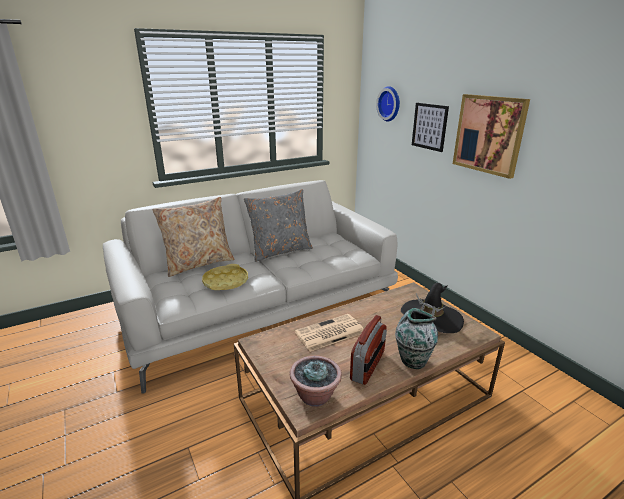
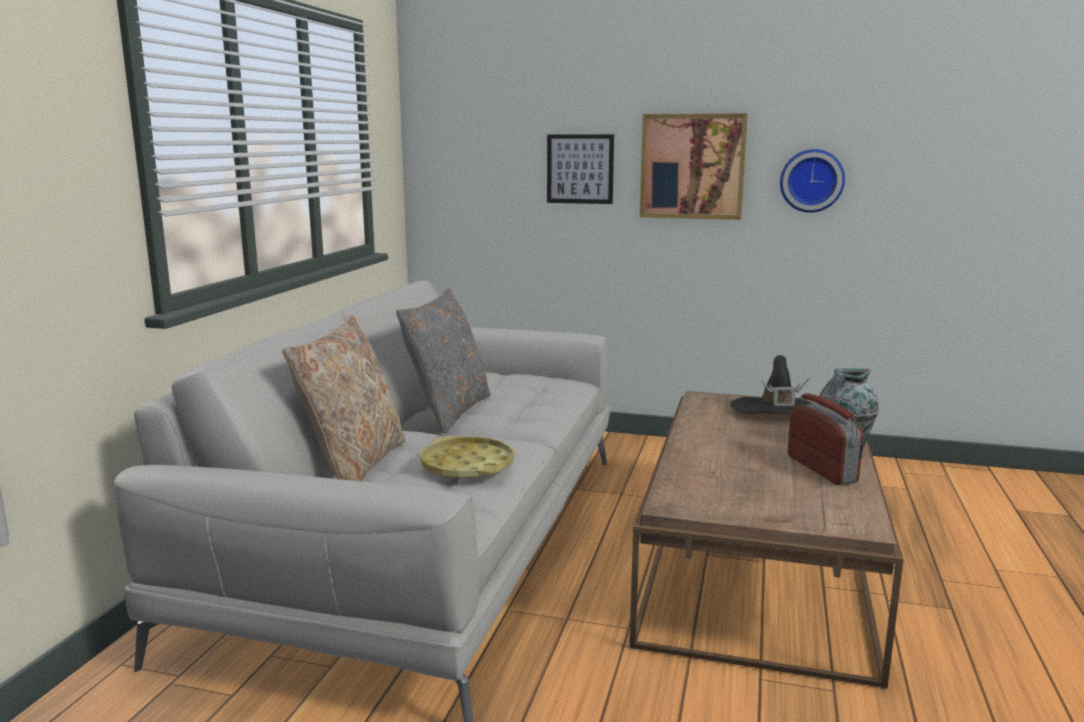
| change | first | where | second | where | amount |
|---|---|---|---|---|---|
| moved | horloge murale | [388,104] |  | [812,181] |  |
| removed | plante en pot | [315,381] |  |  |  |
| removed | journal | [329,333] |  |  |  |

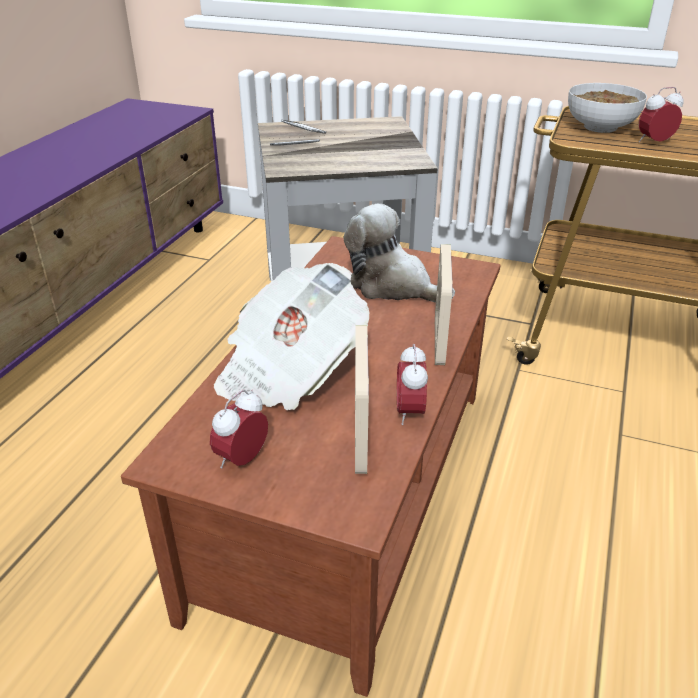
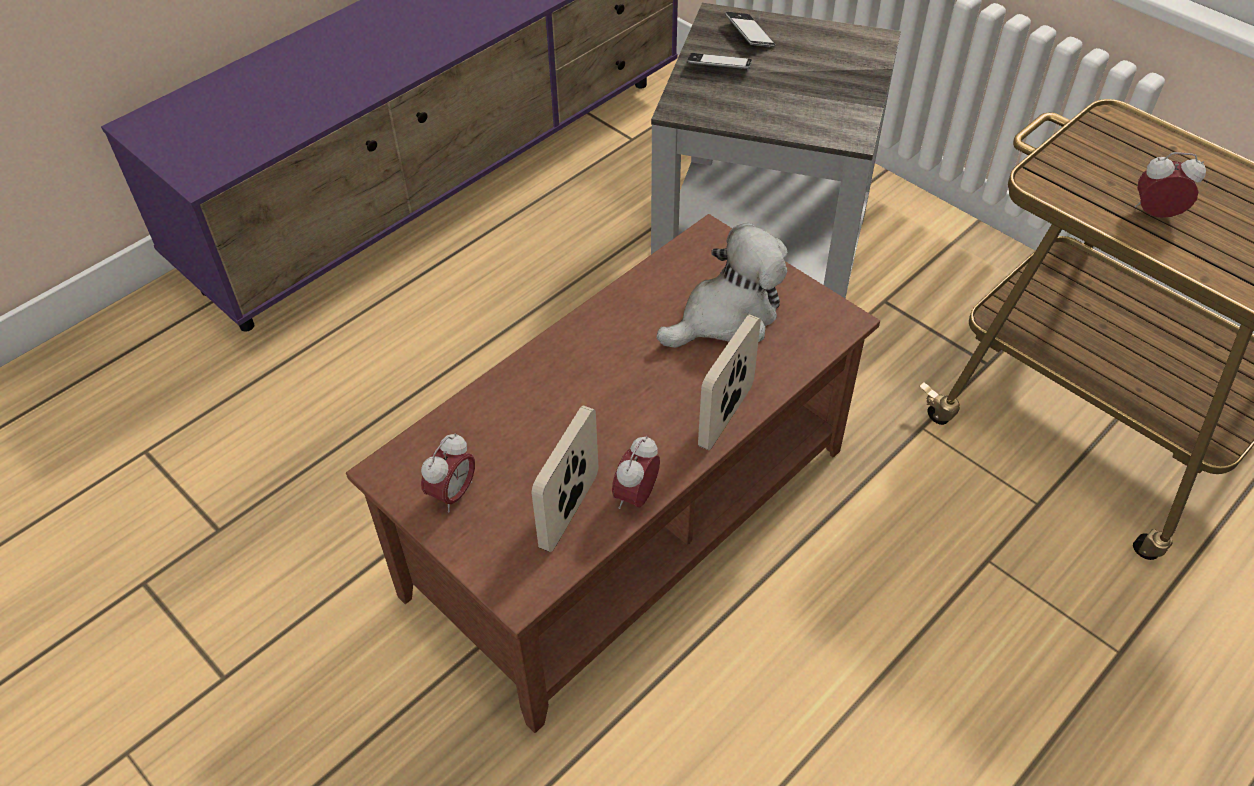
| change | first | where | second | where | amount |
|---|---|---|---|---|---|
| turned | réveil | [239,428] |  | [448,472] | 150 degrees clockwise |
| turned | peluche | [399,252] |  | [722,285] | 90 degrees clockwise |
| removed | journal | [291,336] |  |  |  |
| removed | bol | [607,108] |  |  |  |

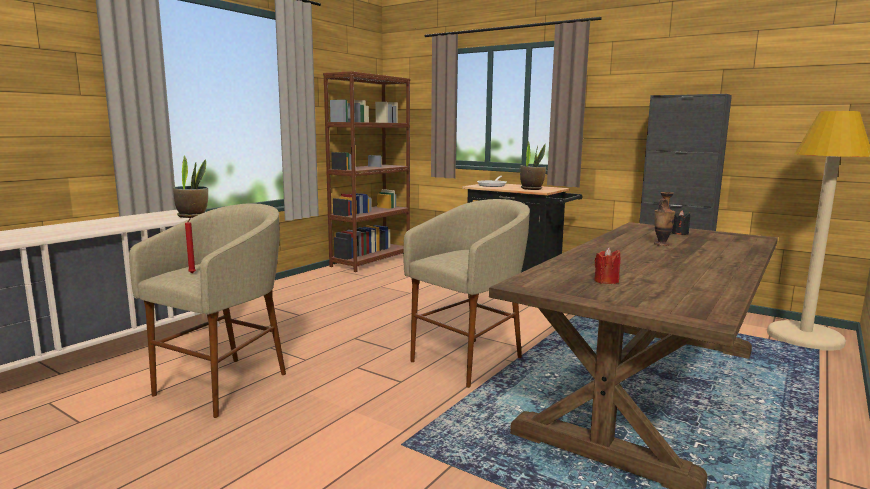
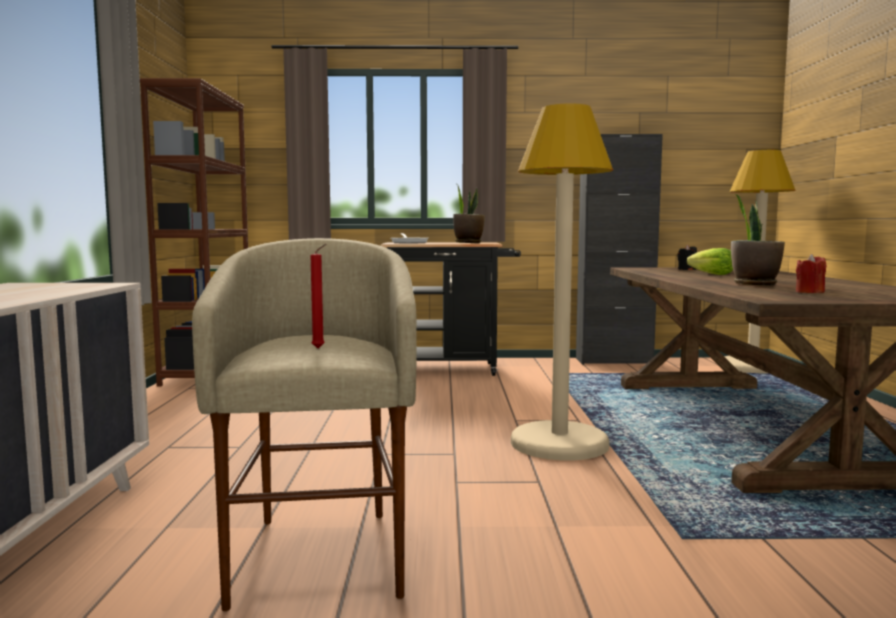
| change | first | where | second | where | amount |
|---|---|---|---|---|---|
| replaced | tabouret (beige) | [467,293] | lampadaire (beige) | [562,281] |  |
| replaced | vase | [664,219] | laitue | [710,261] |  |
| moved | plante en pot | [190,186] |  | [758,239] |  |

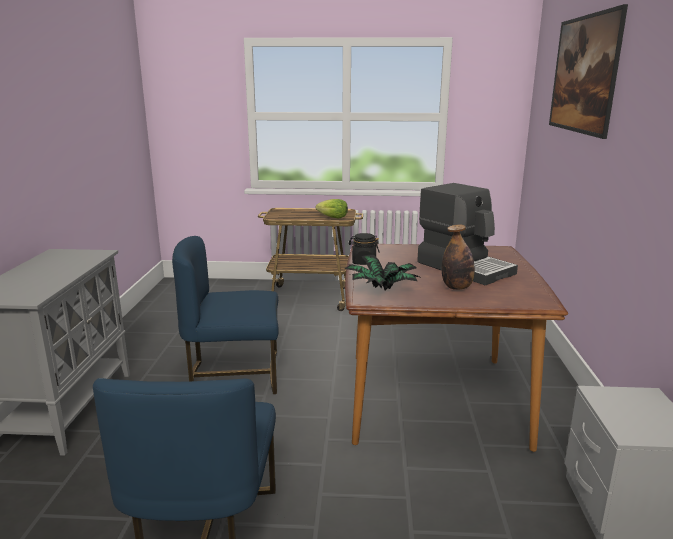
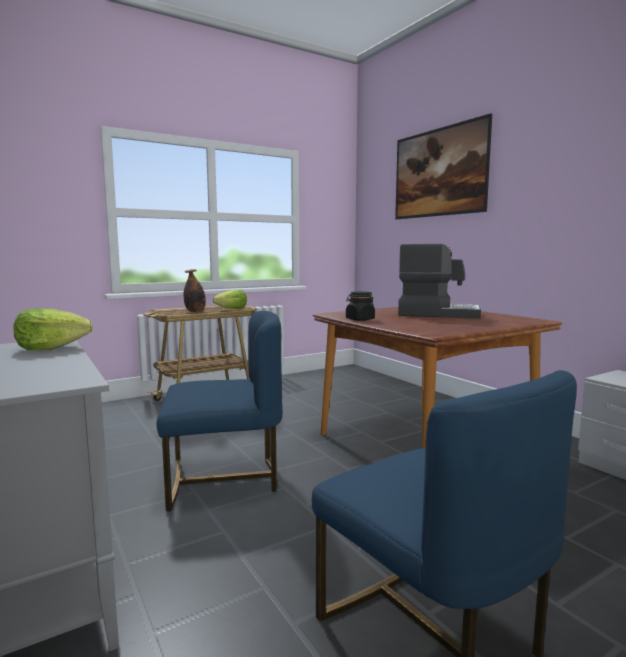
| change | first | where | second | where | amount |
|---|---|---|---|---|---|
| added |  |  | laitue | [53,329] |  |
| turned | chaise (bleu) | [225,315] |  | [220,411] | 150 degrees counterclockwise |
| moved | bouteille | [458,257] |  | [195,290] |  |
| removed | plante en pot | [382,272] |  |  |  |

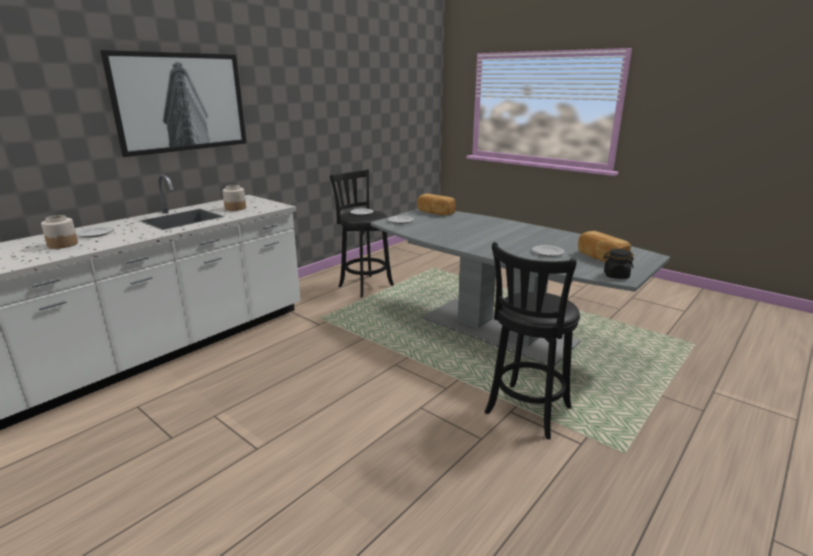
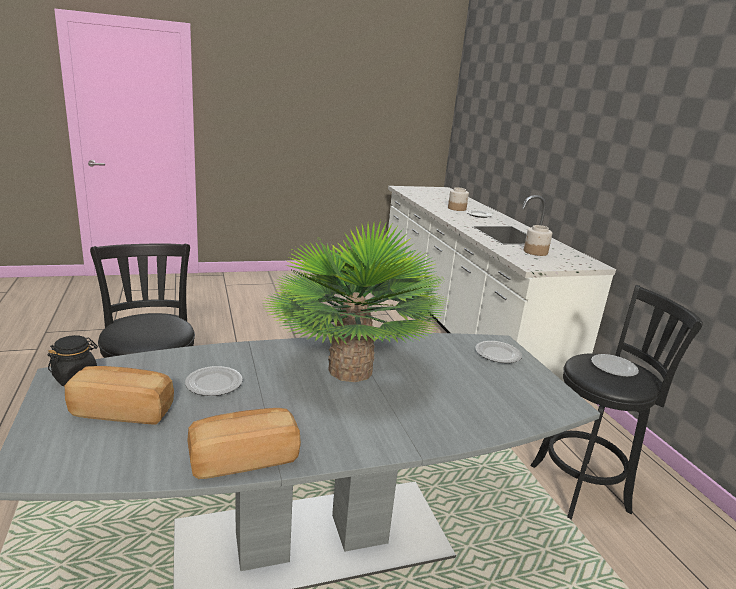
| change | first | where | second | where | amount |
|---|---|---|---|---|---|
| moved | pain | [436,204] |  | [244,443] |  |
| added |  |  | plante en pot | [356,301] |  |
| removed | tableau | [173,103] |  |  |  |

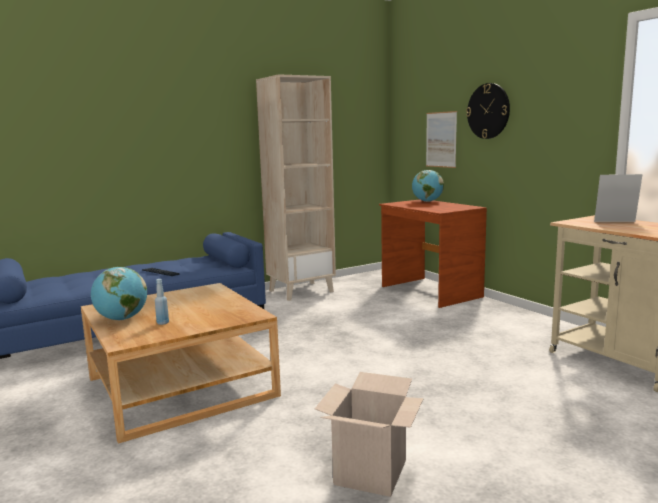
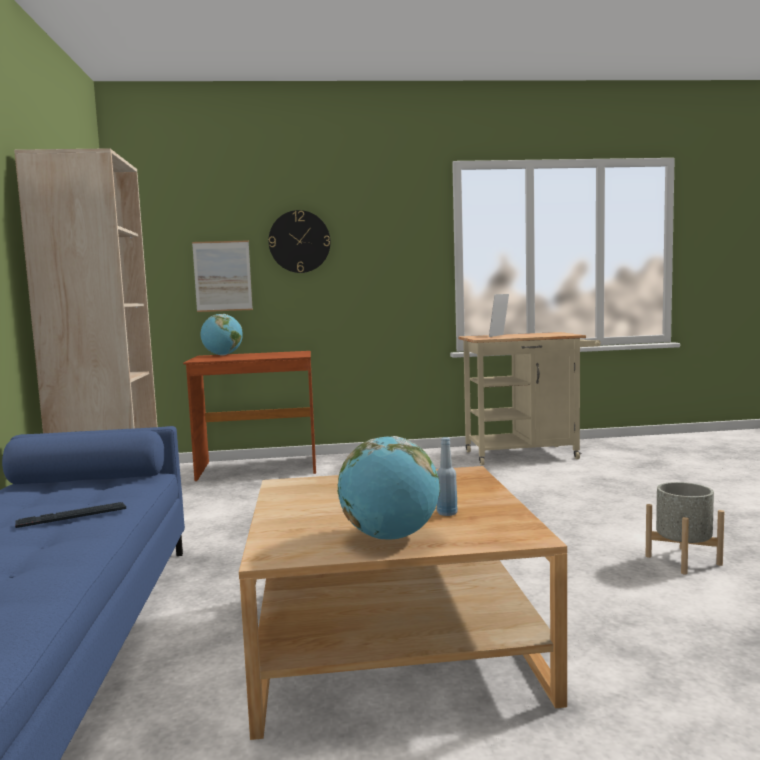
| change | first | where | second | where | amount |
|---|---|---|---|---|---|
| replaced | carton | [369,434] | cache-pot (gris) | [685,528] |  |

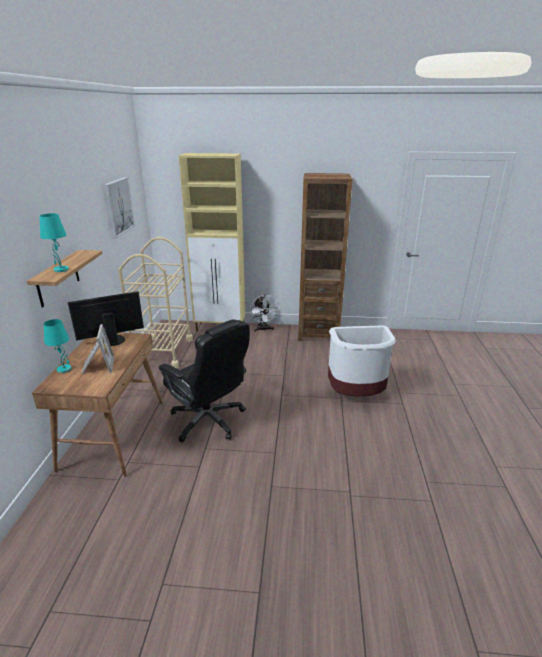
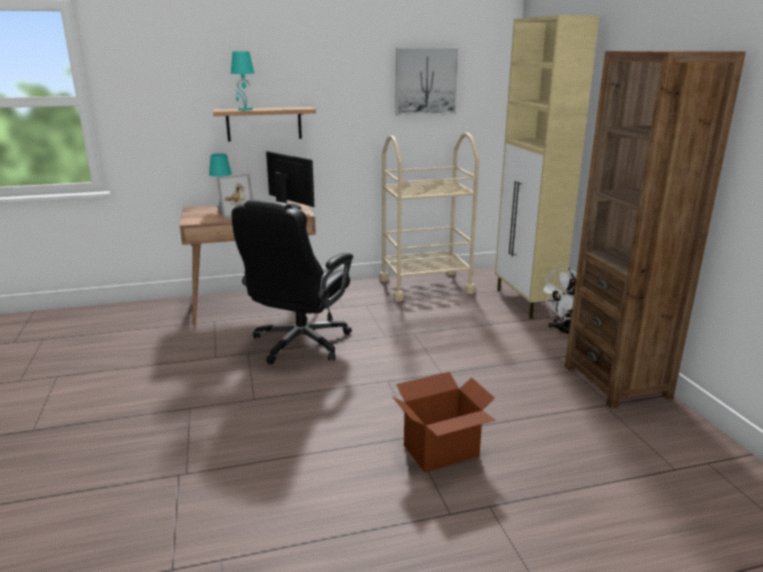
| change | first | where | second | where | amount |
|---|---|---|---|---|---|
| replaced | poubelle (blanc) | [362,361] | carton | [444,422] |  |

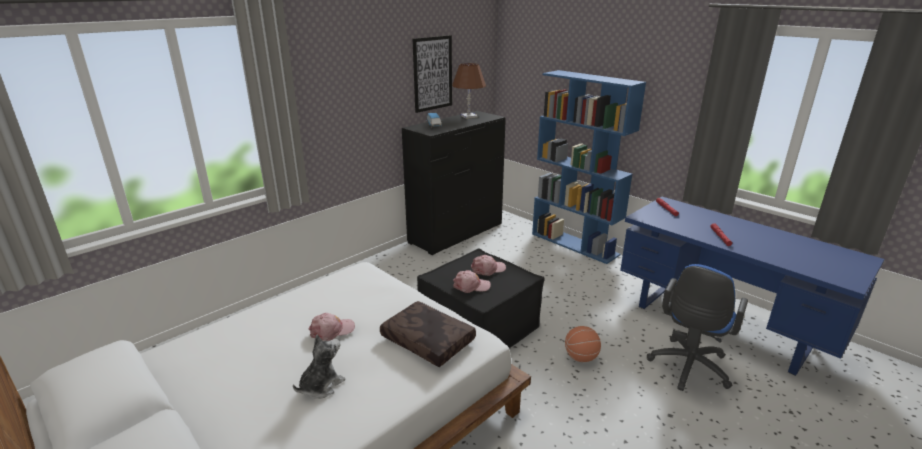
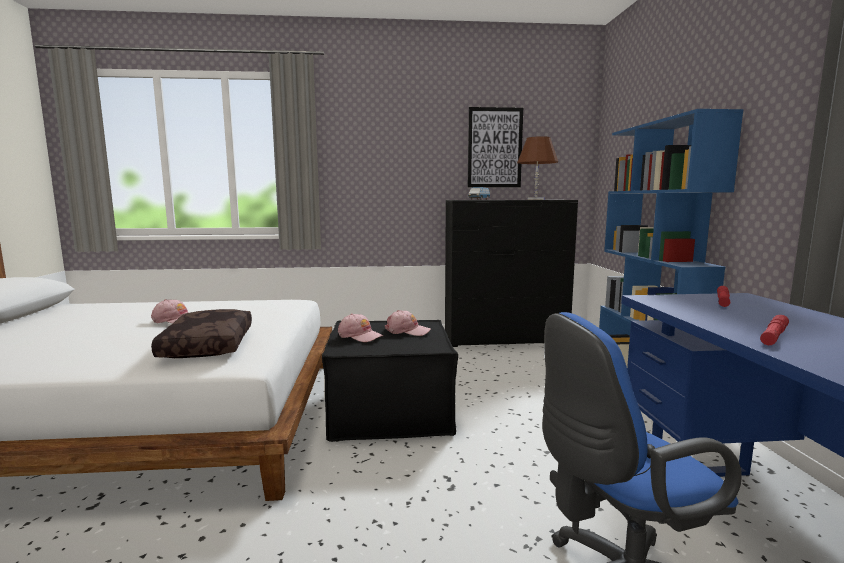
| change | first | where | second | where | amount |
|---|---|---|---|---|---|
| removed | peluche | [319,367] |  |  |  |
| removed | ballon de basket | [583,344] |  |  |  |

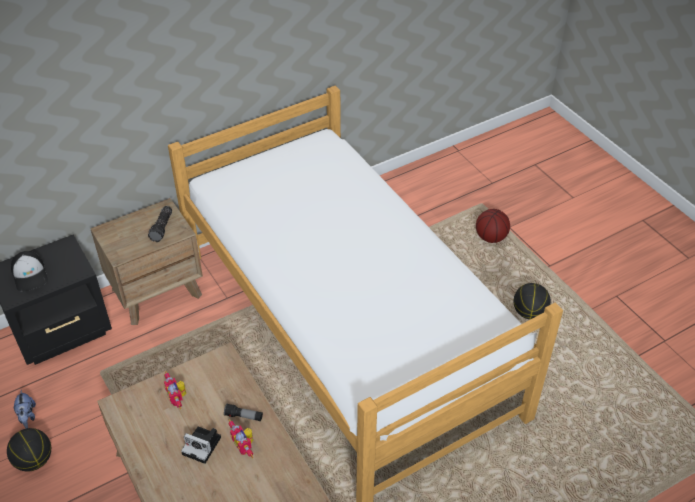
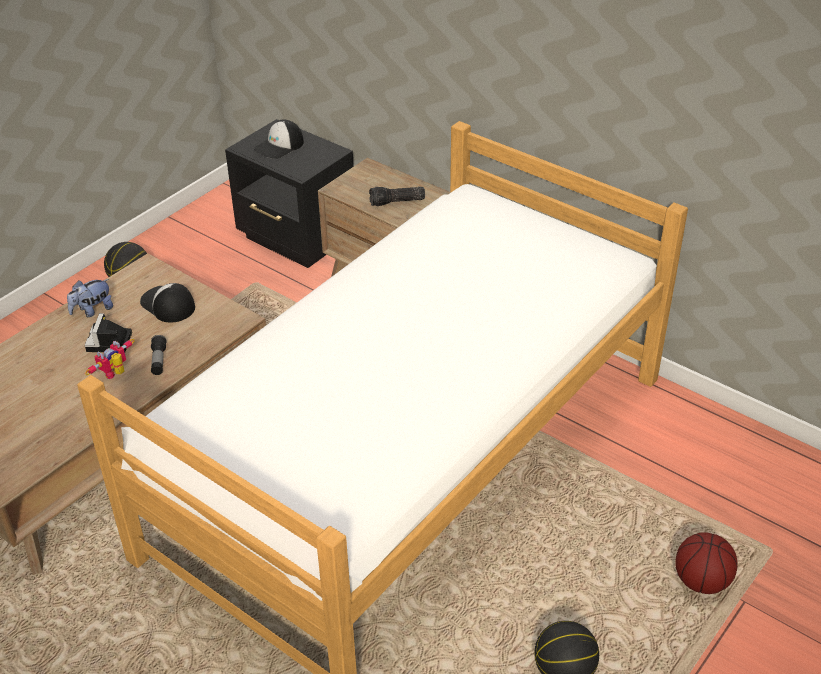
| change | first | where | second | where | amount |
|---|---|---|---|---|---|
| moved | peluche | [24,409] |  | [90,298] |  |
| replaced | robot jouet | [175,390] | casquette | [167,302] |  |

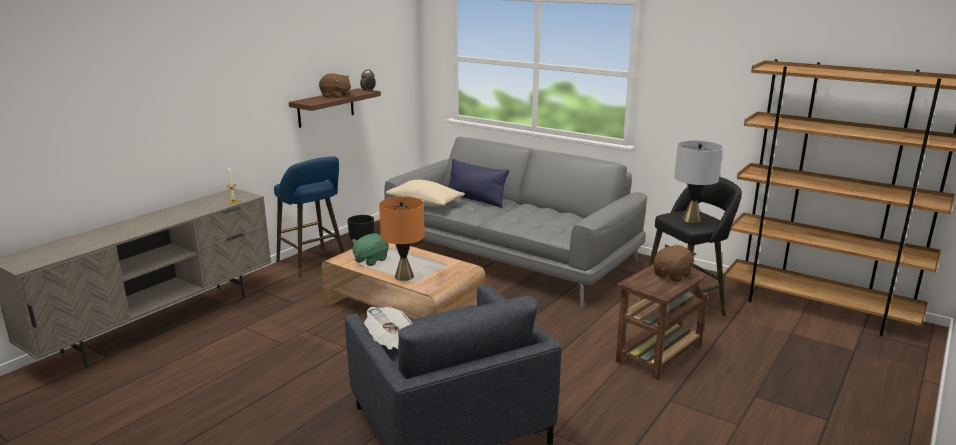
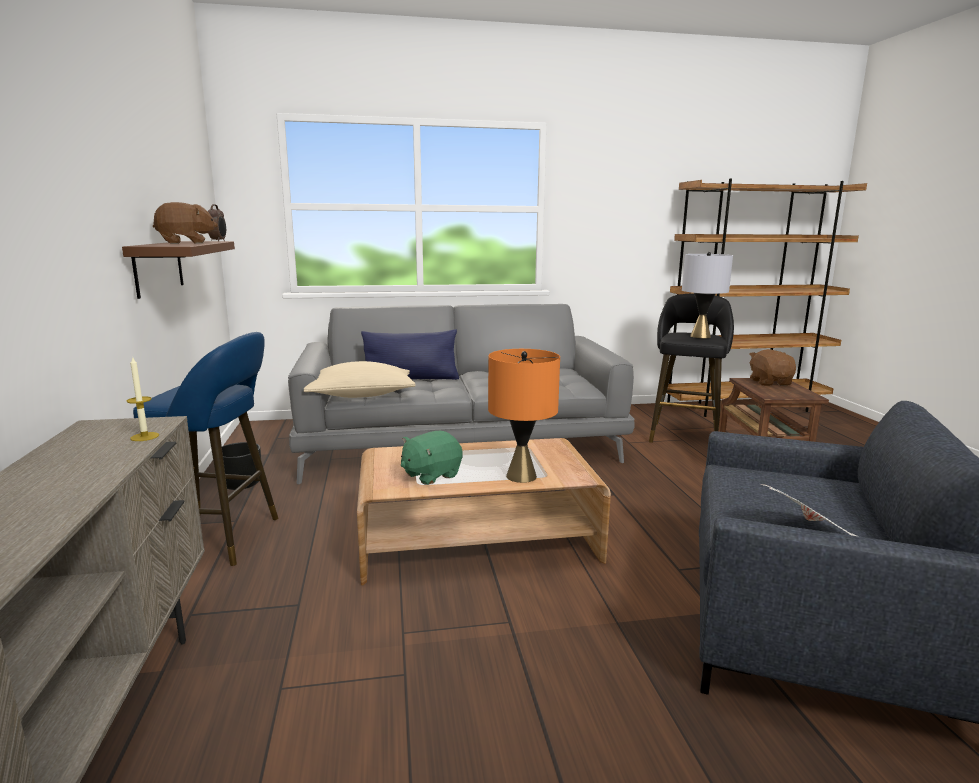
| change | first | where | second | where | amount |
|---|---|---|---|---|---|
| turned | peluche (vert) | [370,249] |  | [432,458] | 60 degrees clockwise |

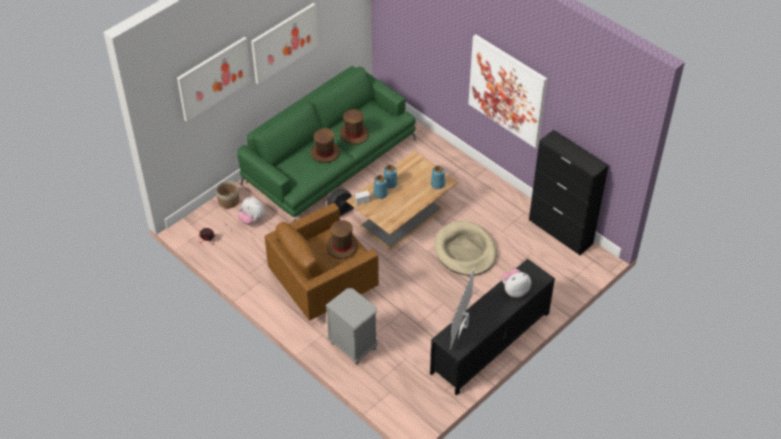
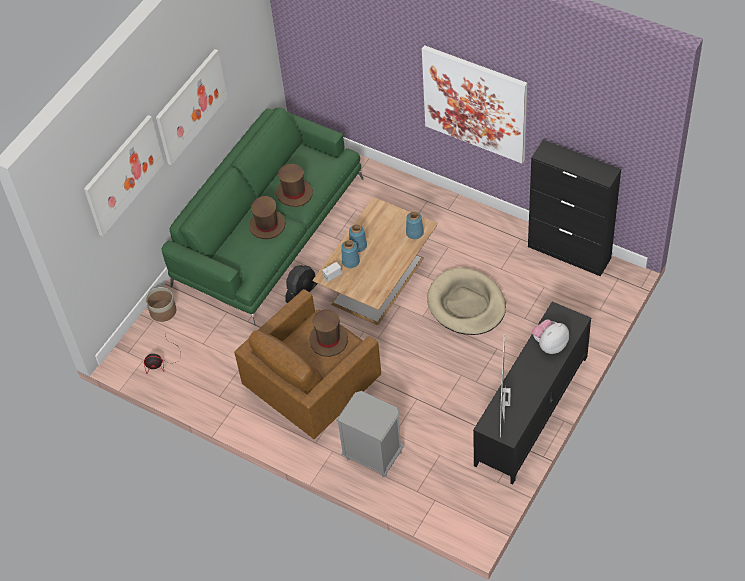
| change | first | where | second | where | amount |
|---|---|---|---|---|---|
| removed | peluche | [251,211] |  |  |  |

